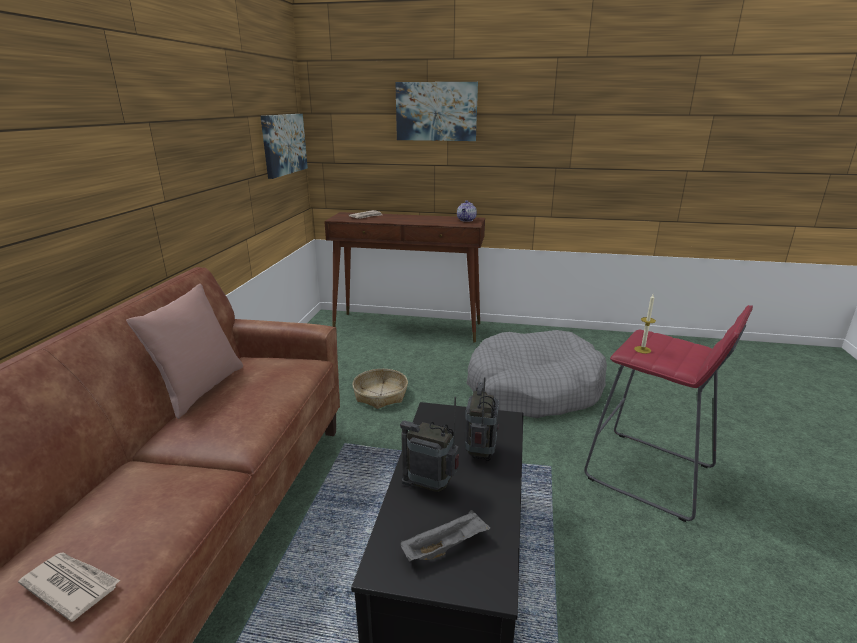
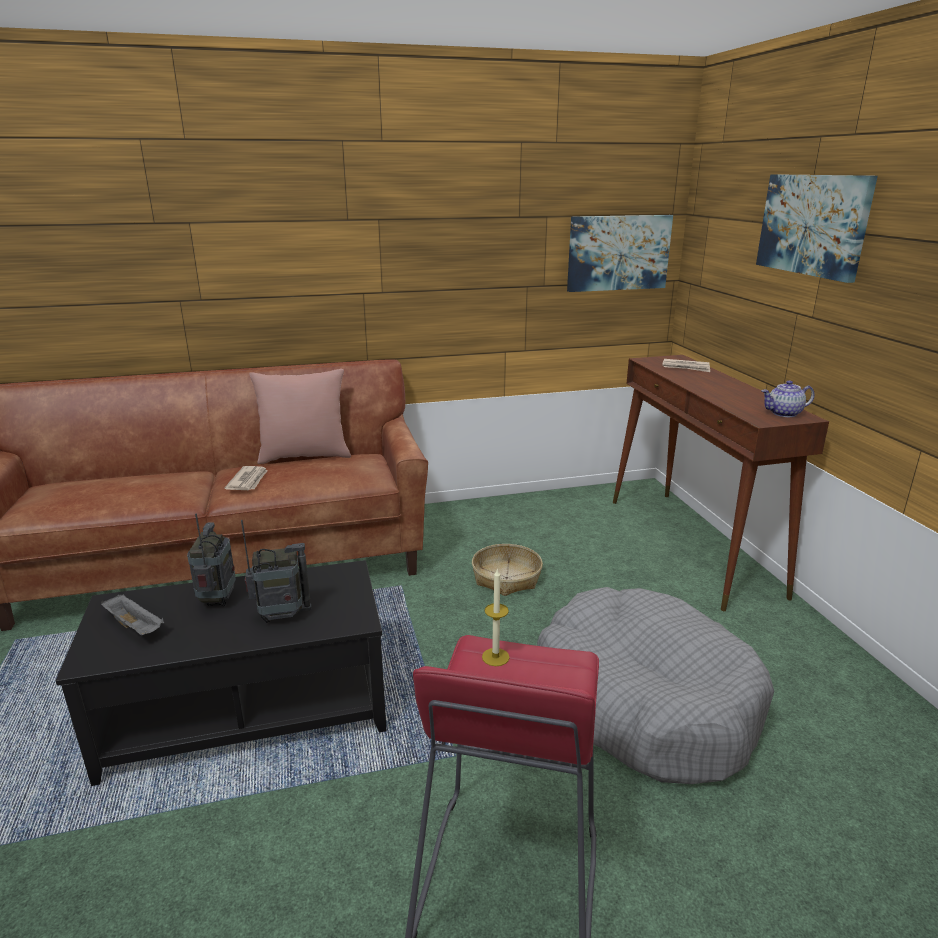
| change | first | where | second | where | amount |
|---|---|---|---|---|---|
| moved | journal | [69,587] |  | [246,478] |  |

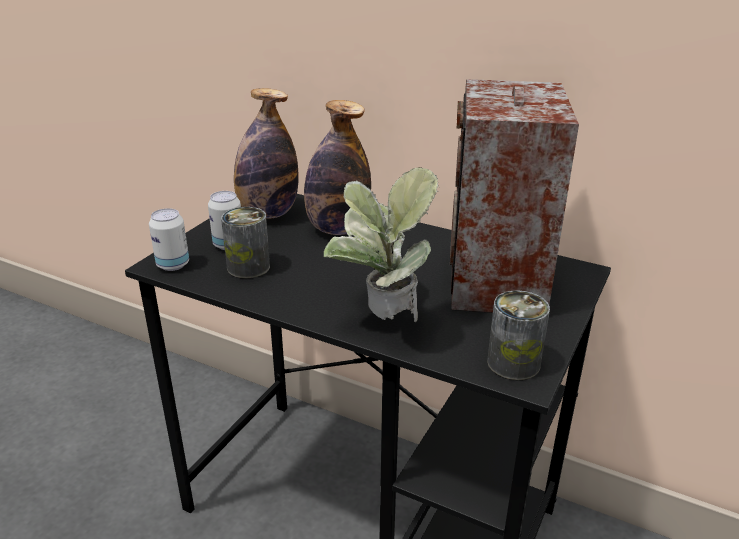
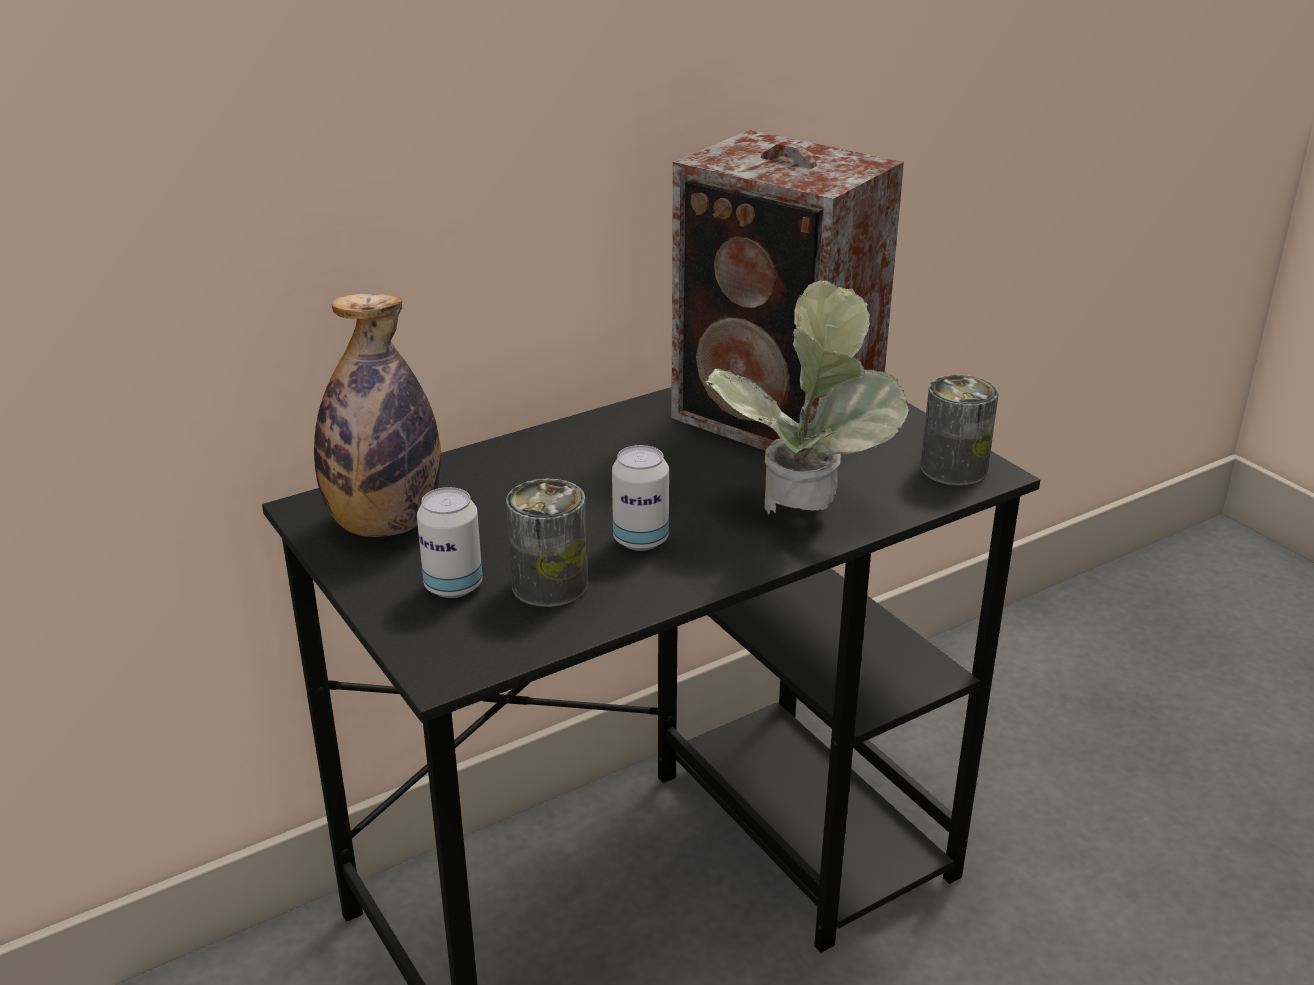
| change | first | where | second | where | amount |
|---|---|---|---|---|---|
| moved | boîte métallique | [169,239] |  | [640,498] |  |
| removed | bouteille | [337,167] |  |  |  |

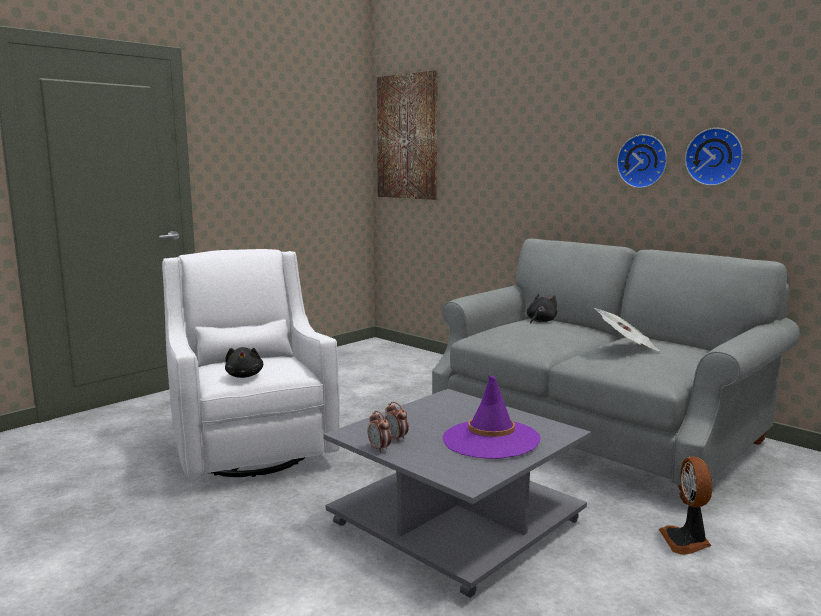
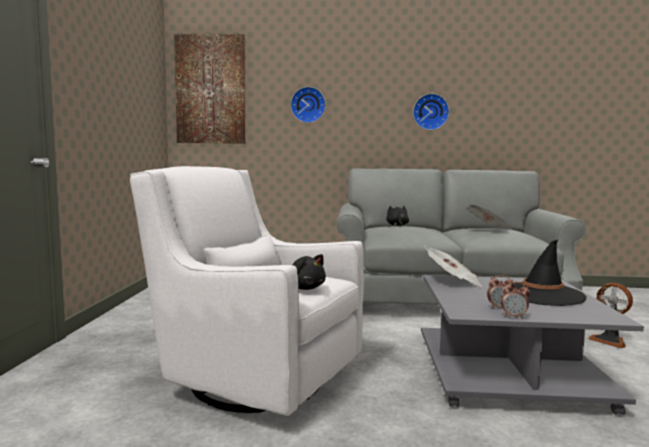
| change | first | where | second | where | amount |
|---|---|---|---|---|---|
| moved | horloge murale | [714,157] |  | [308,105] |  |
| added |  |  | journal | [453,266] |  |
| recoloured | chapeau (violet) | [491,417] | chapeau (noir) | [550,273] |  |

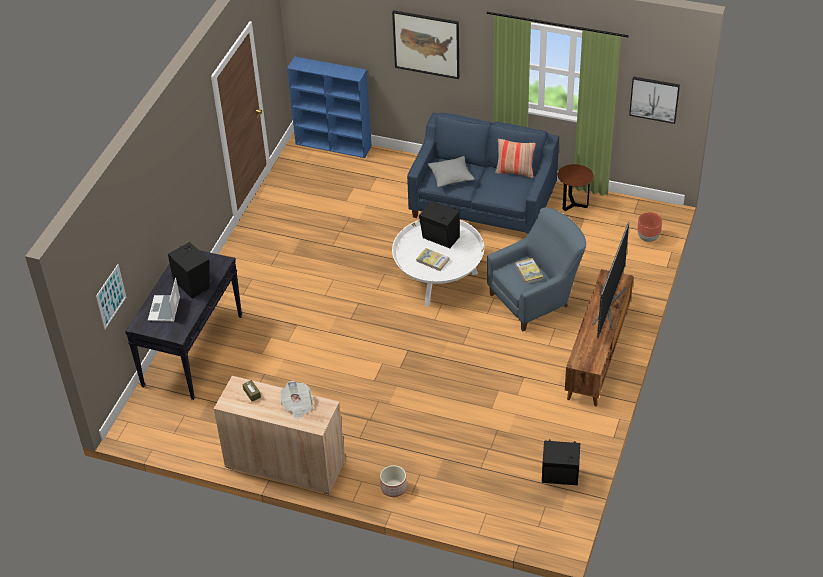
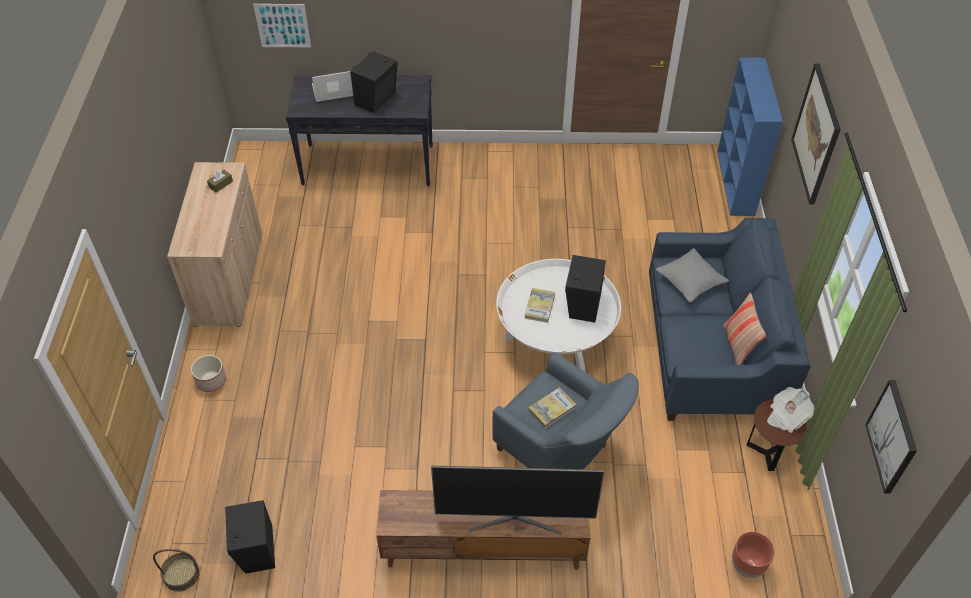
| change | first | where | second | where | amount |
|---|---|---|---|---|---|
| added |  |  | panier | [176,570] |  |
| moved | journal | [297,400] |  | [790,410] |  |

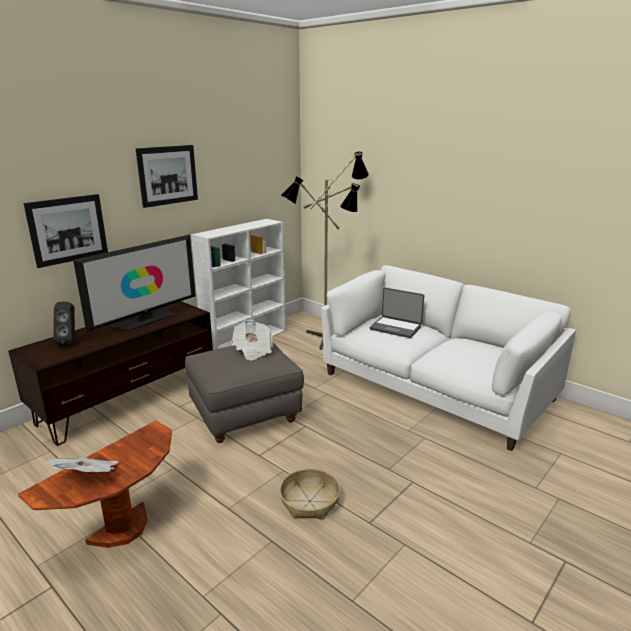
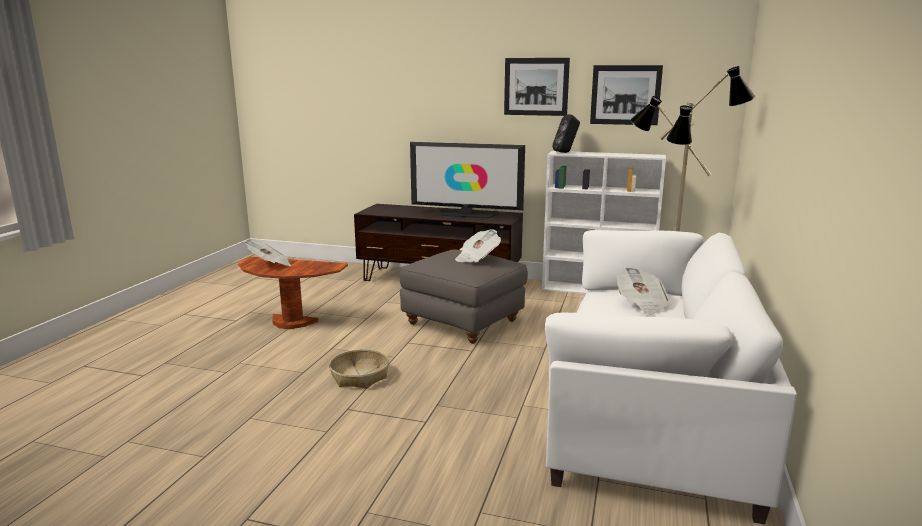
| change | first | where | second | where | amount |
|---|---|---|---|---|---|
| moved | enceinte (noir) | [64,323] |  | [566,133] |  |
| moved | tableau | [66,231] |  | [626,95] |  |
| replaced | ordinateur portable | [397,313] | journal | [643,291] |  |

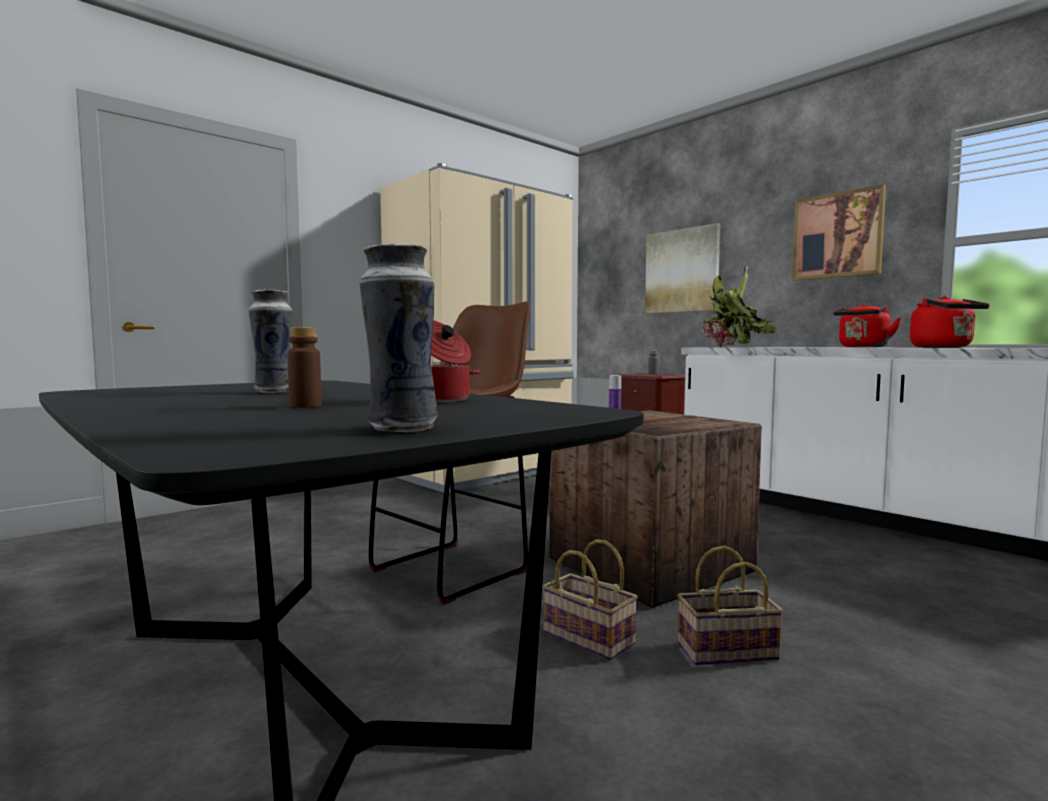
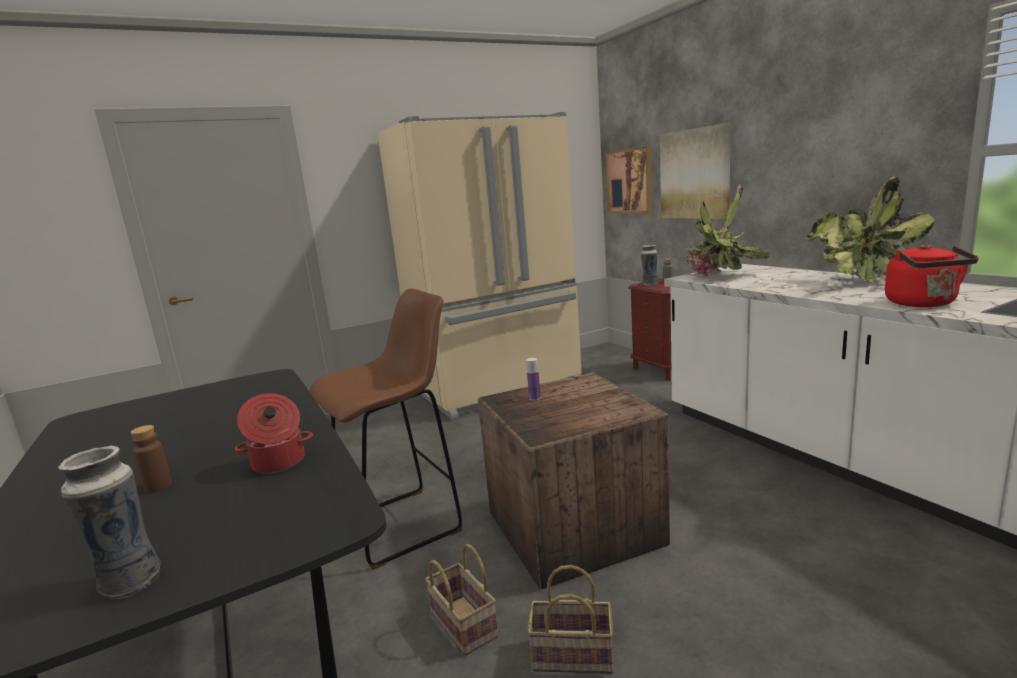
| change | first | where | second | where | amount |
|---|---|---|---|---|---|
| moved | tableau | [839,232] |  | [628,179] |  |
| moved | vase | [271,341] |  | [649,265] |  |
| replaced | bouilloire (rouge) | [867,325] | plante en pot | [870,230] |  |

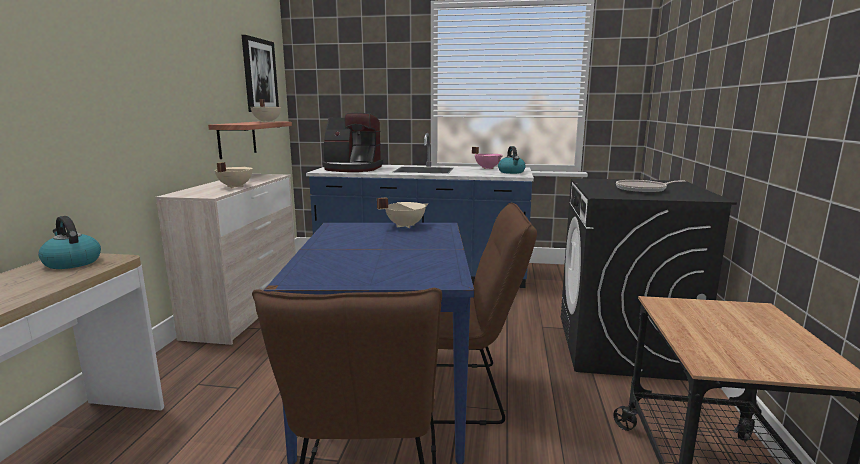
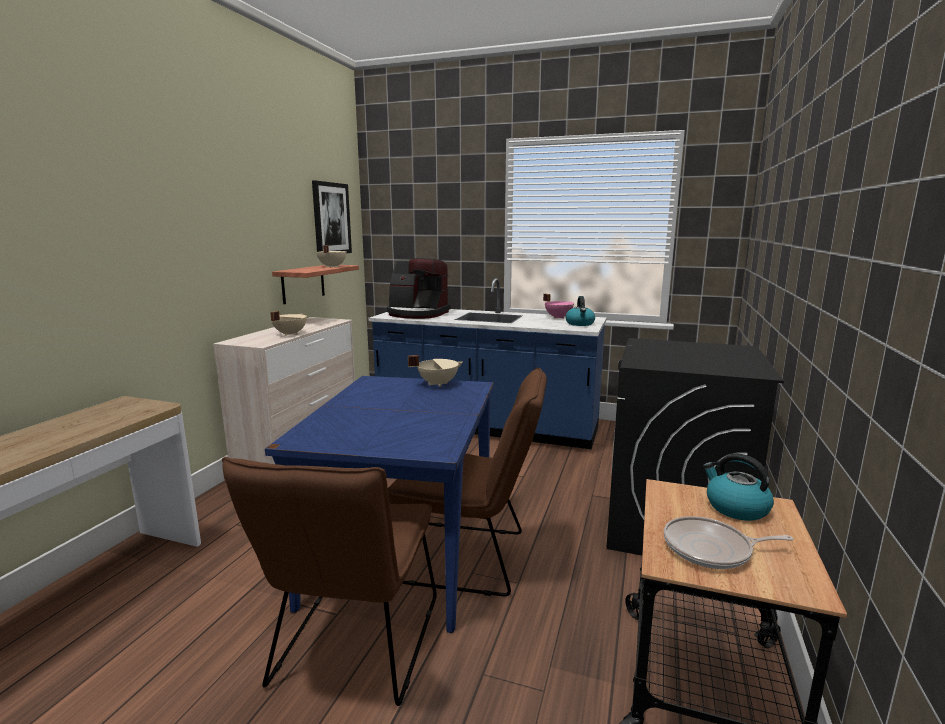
| change | first | where | second | where | amount |
|---|---|---|---|---|---|
| moved | poêle | [651,186] |  | [728,542] |  |
| moved | bouilloire | [69,242] |  | [738,487] |  |

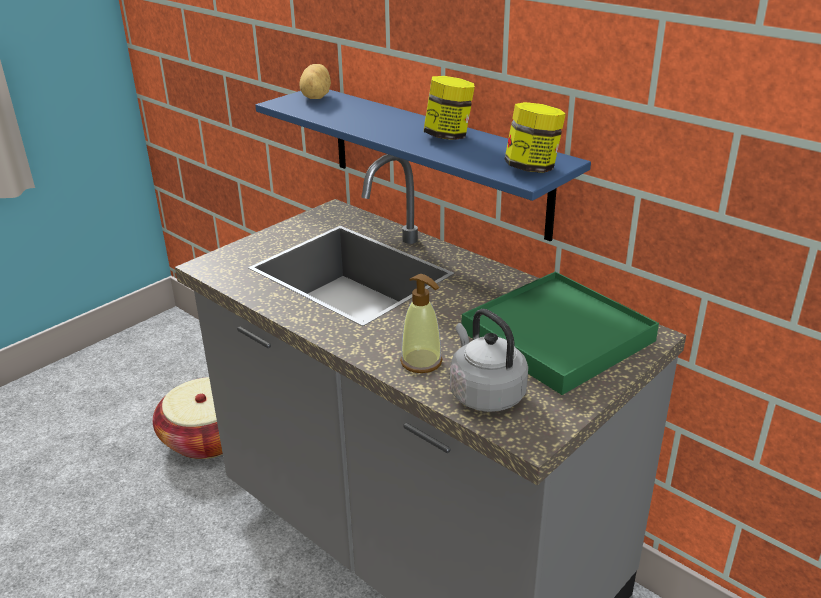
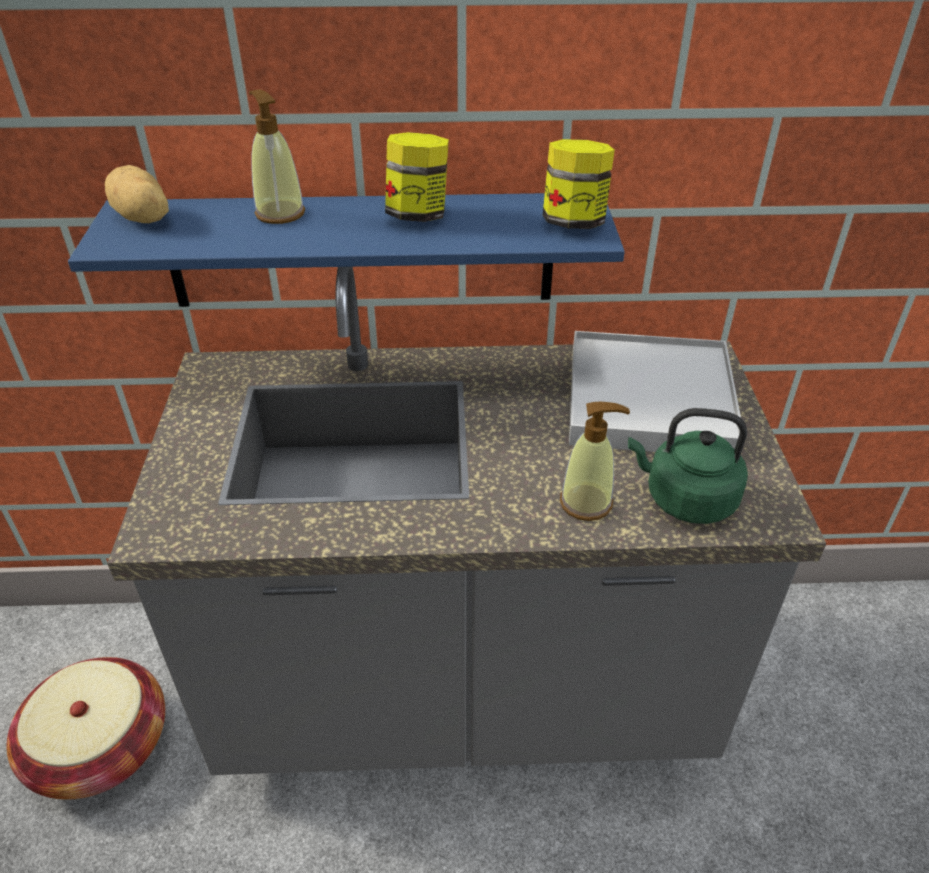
| change | first | where | second | where | amount |
|---|---|---|---|---|---|
| added |  |  | distributeur de savon | [277,156] |  |
| recoloured | plateau (vert) | [560,333] | plateau (blanc) | [655,391] |  |
| recoloured | bouilloire (gris) | [489,360] | bouilloire (vert) | [688,466] |  |

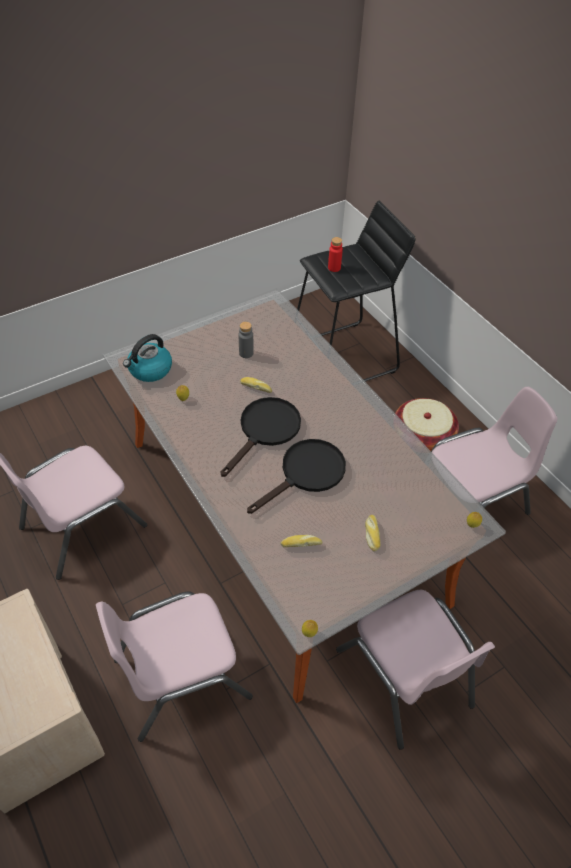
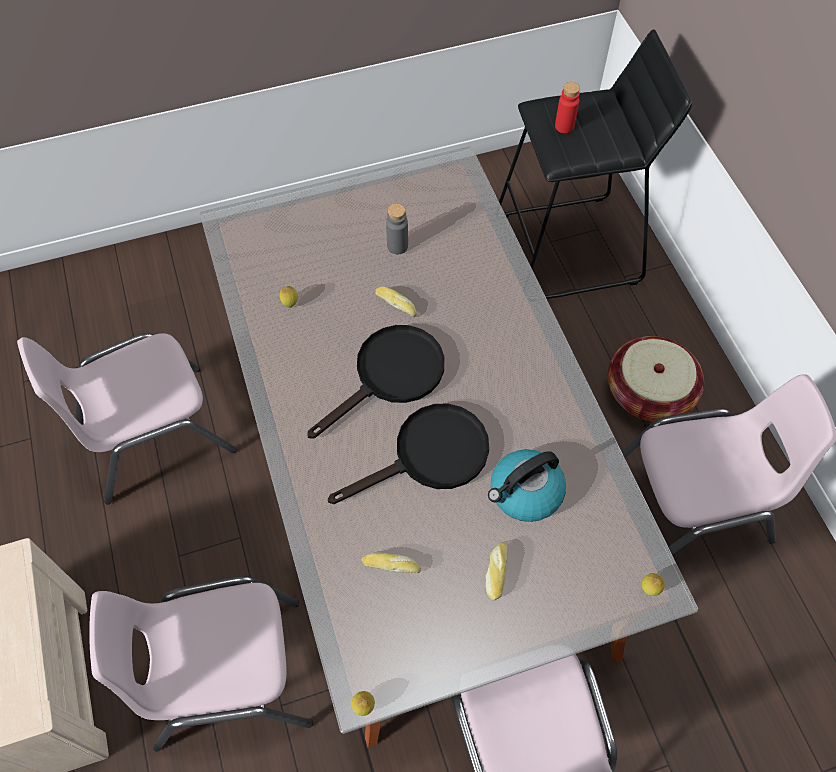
| change | first | where | second | where | amount |
|---|---|---|---|---|---|
| moved | bouilloire | [147,358] |  | [527,485] |  |

